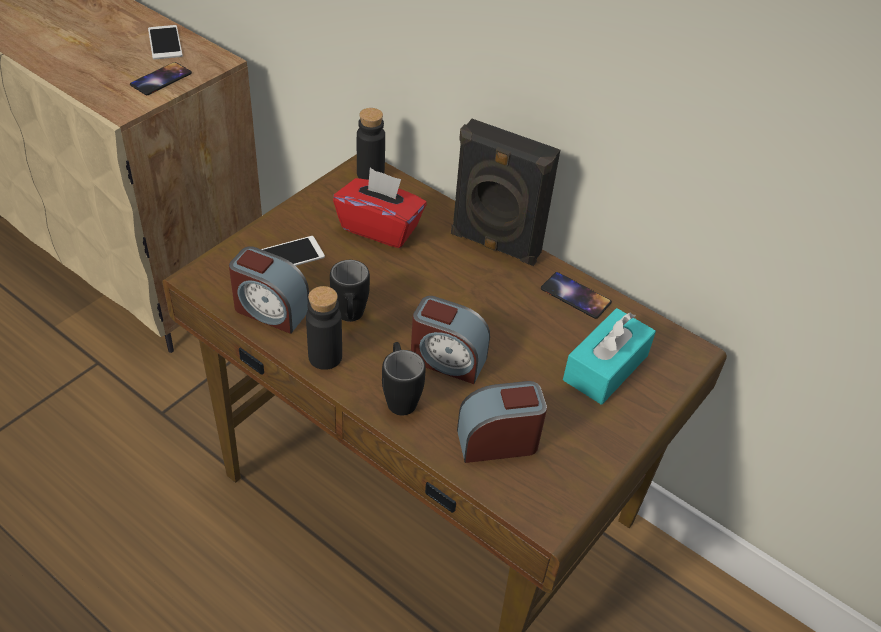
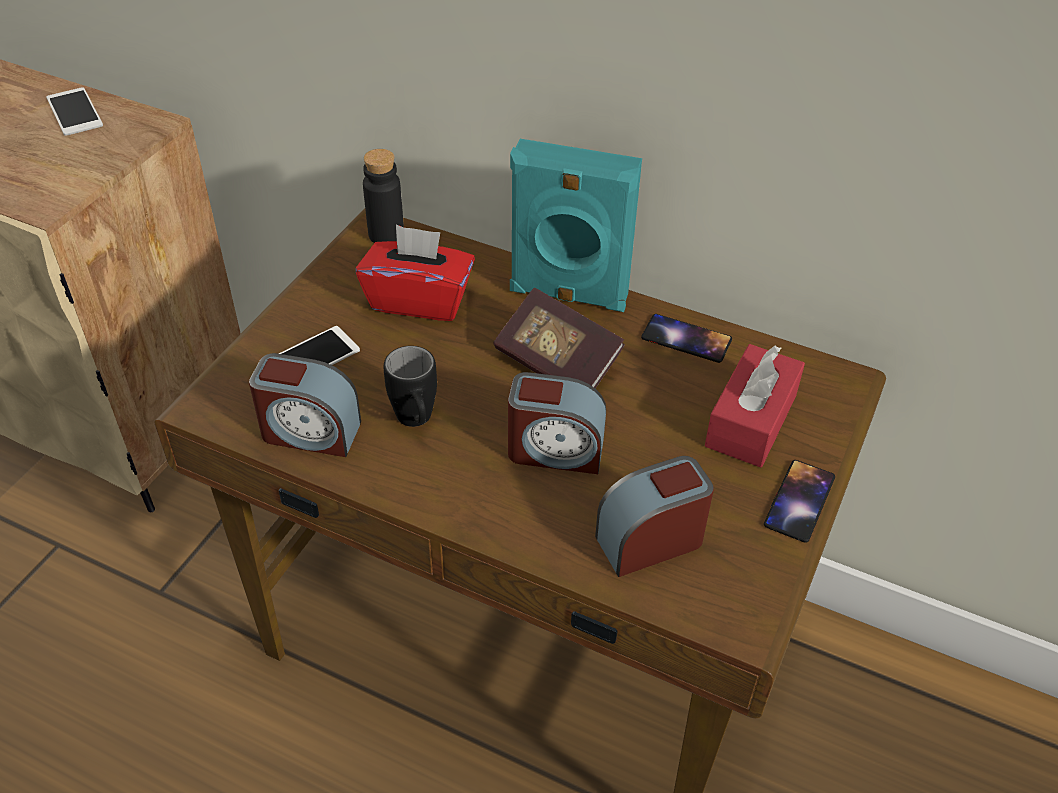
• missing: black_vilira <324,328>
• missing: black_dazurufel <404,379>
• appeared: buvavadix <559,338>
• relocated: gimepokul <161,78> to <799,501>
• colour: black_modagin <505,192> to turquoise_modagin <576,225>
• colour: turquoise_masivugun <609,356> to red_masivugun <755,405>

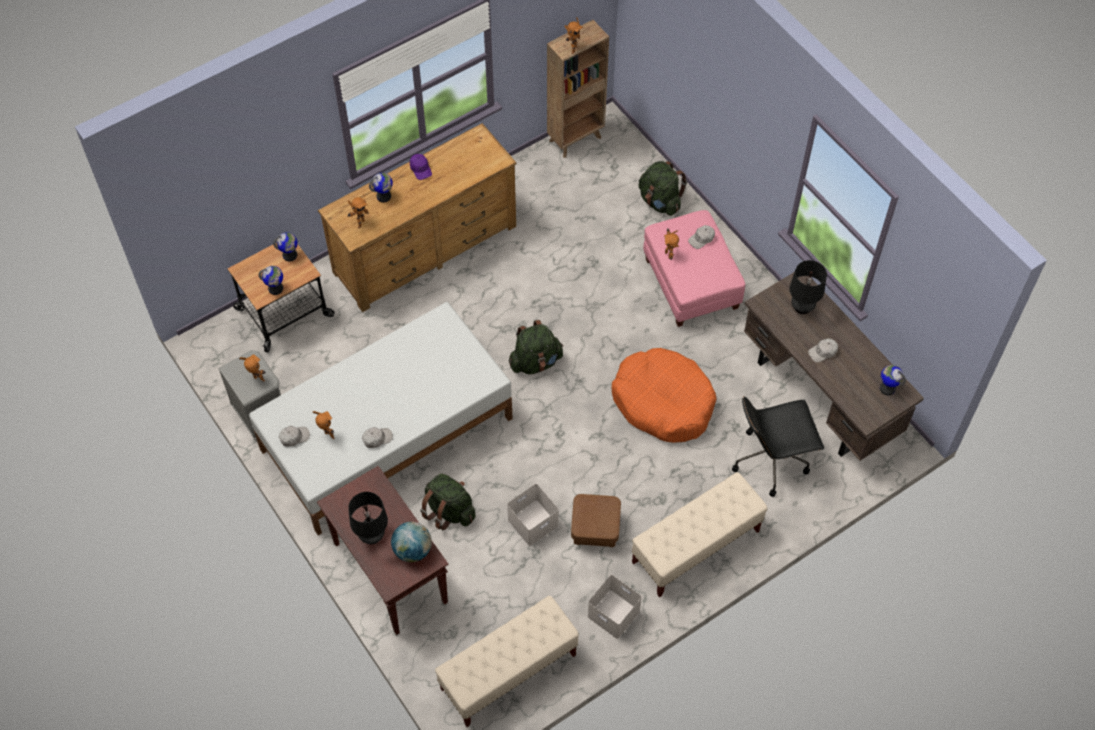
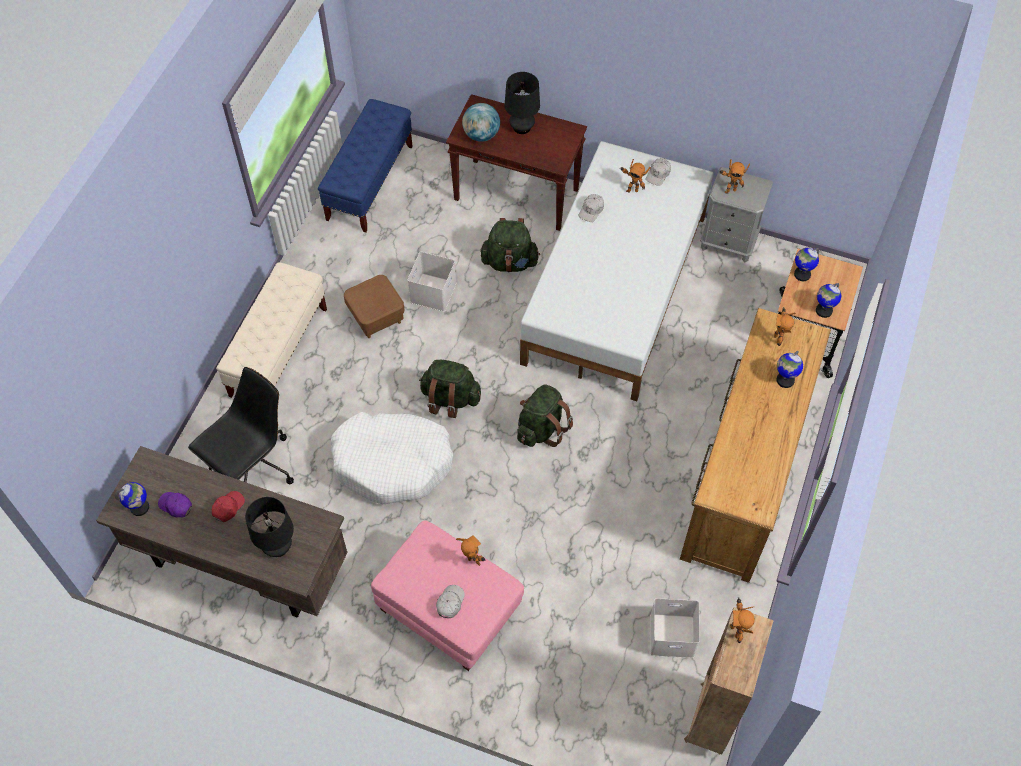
• relocated: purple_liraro <421,167> to <175,504>
• relocated: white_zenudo <614,606> to <675,628>
• relocated: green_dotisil <663,188> to <450,388>
• colour: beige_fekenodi <507,661> to blue_fekenodi <365,166>
• colour: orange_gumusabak <664,395> to white_gumusabak <392,458>
• colour: white_liraro <823,350> to red_liraro <228,506>

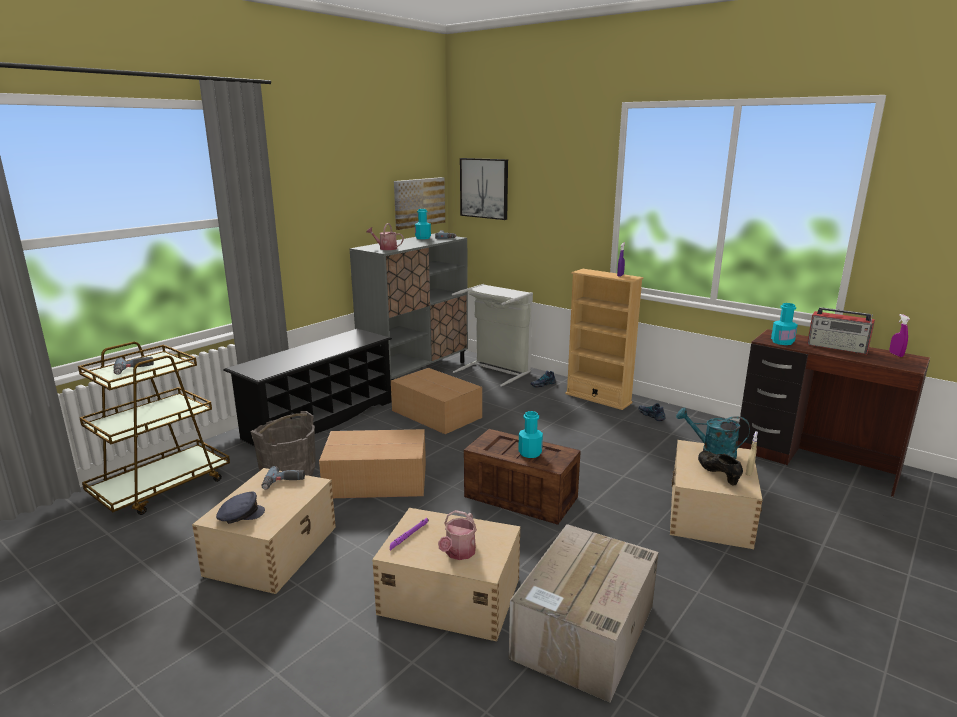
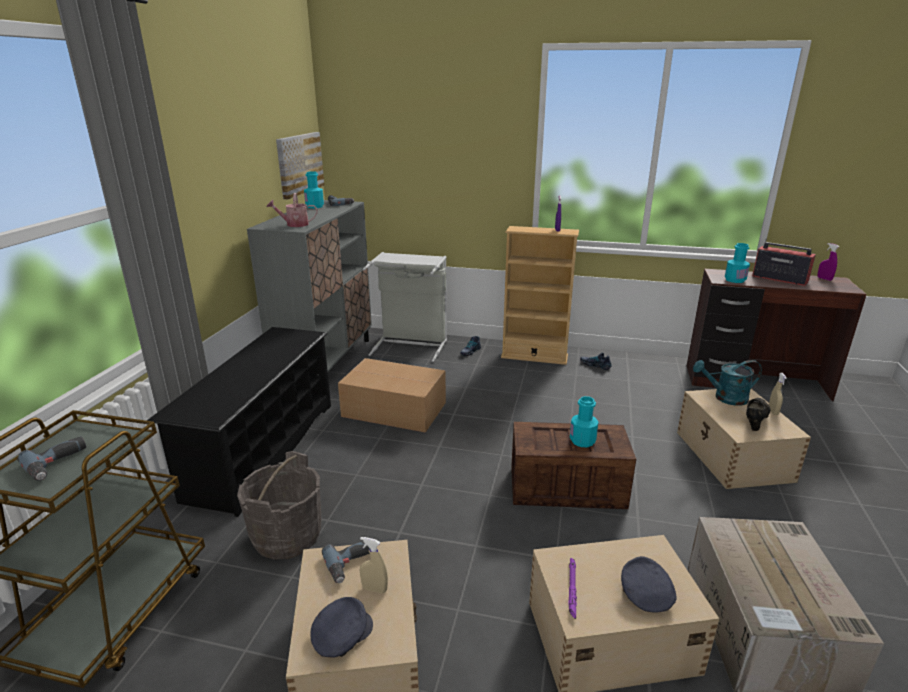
• missing: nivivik <372,463>
• missing: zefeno <484,189>
• appeared: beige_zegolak <374,565>
• exchanged: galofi <457,535> to grey_liraro <648,584>
• spun: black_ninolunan <720,468> = <758,414> 75 degrees clockwise
• spun: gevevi <841,330> = <784,262> 150 degrees counterclockwise

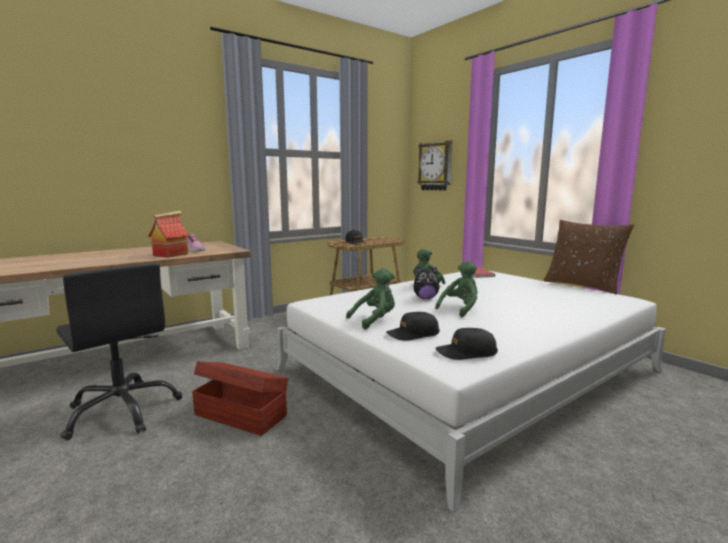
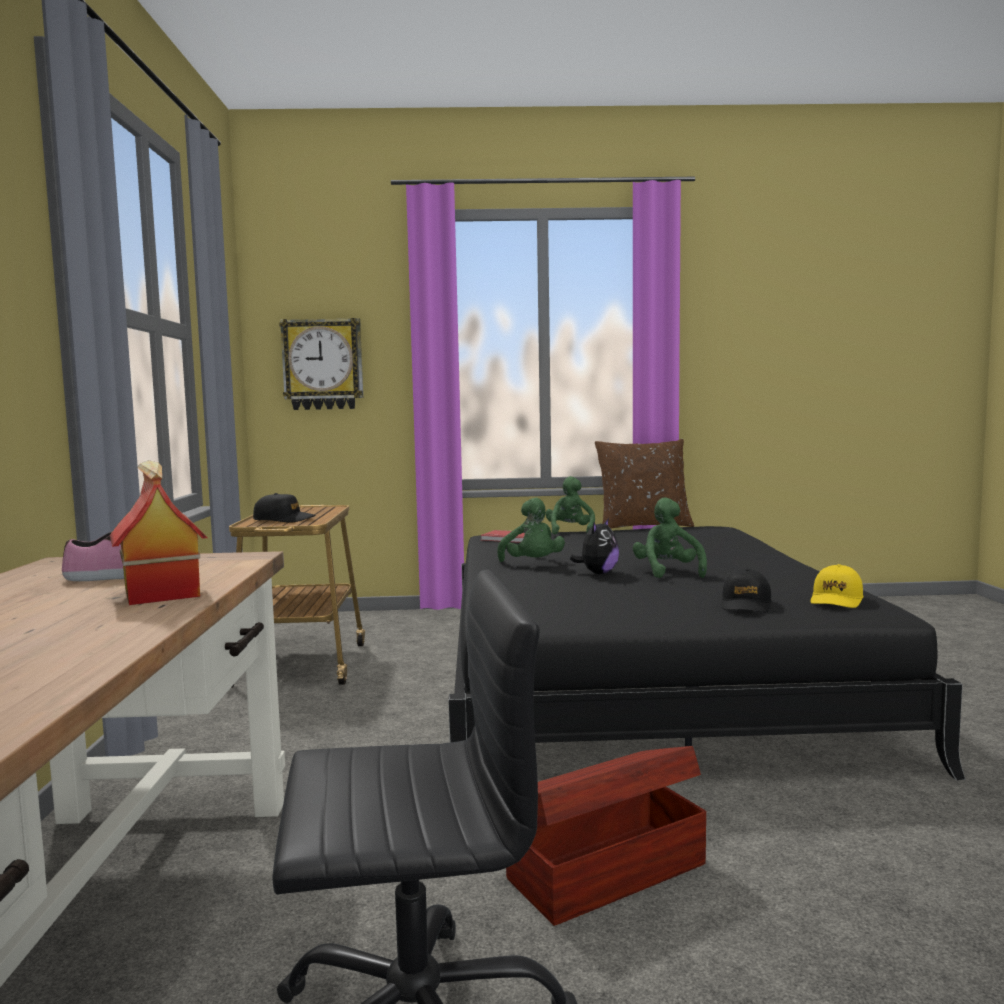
• relocated: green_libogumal <370,299> to <570,505>
• colour: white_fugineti <471,392> to black_fugineti <707,653>
• colour: black_liraro <467,344> to yellow_liraro <837,586>

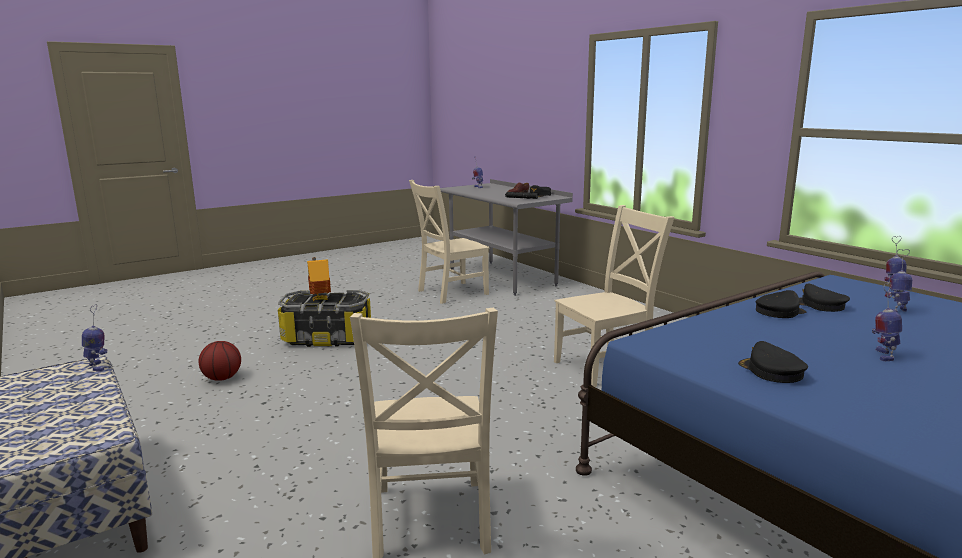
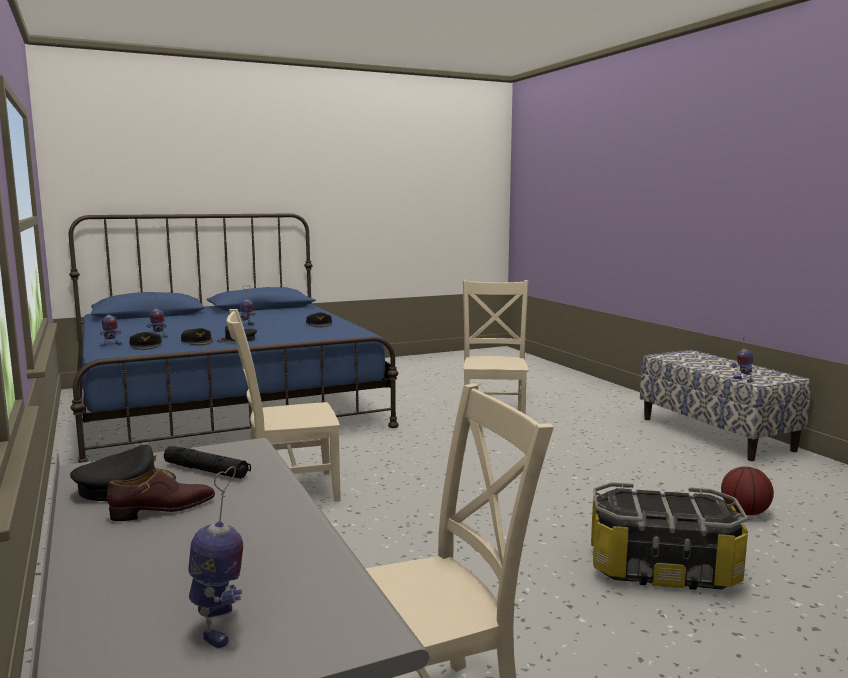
• missing: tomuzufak <319,279>
• appeared: black_liraro <145,341>

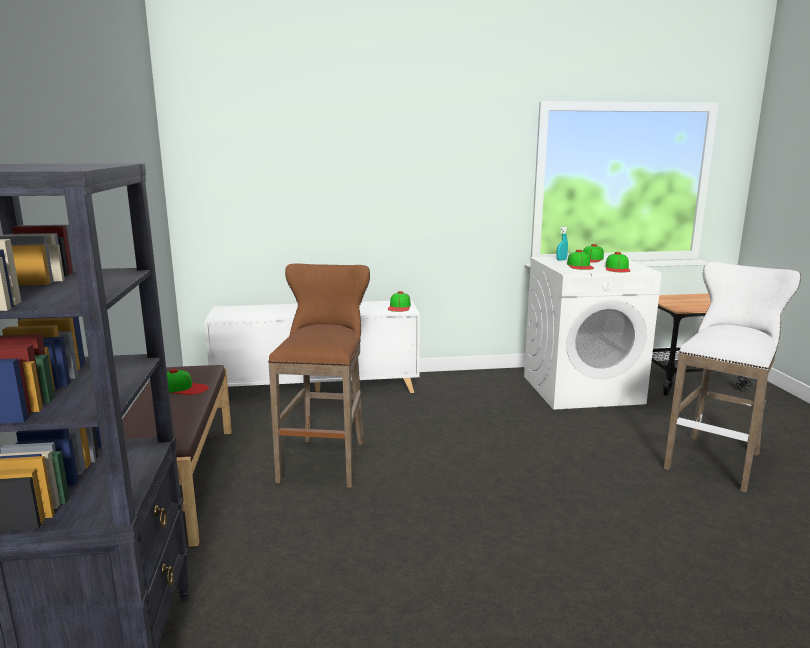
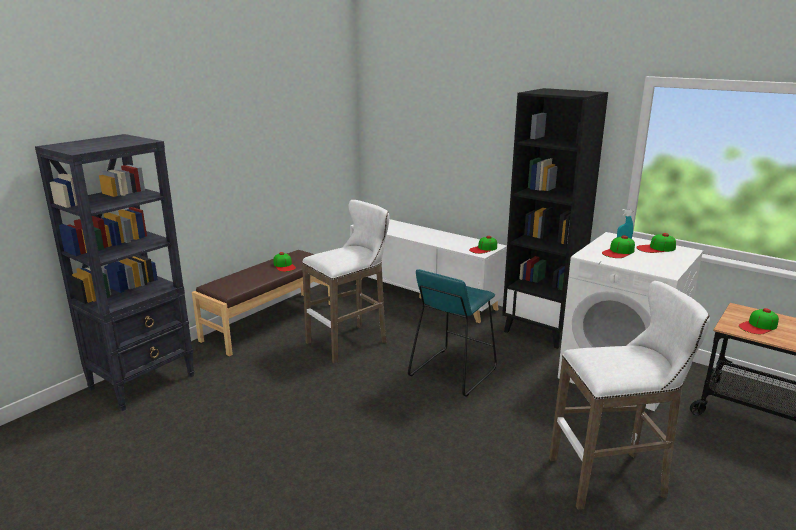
• appeared: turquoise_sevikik <452,333>
• appeared: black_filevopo <555,218>
• relocated: liraro <617,262> to <759,321>
• colour: brown_sevikik <319,376> to white_sevikik <345,281>

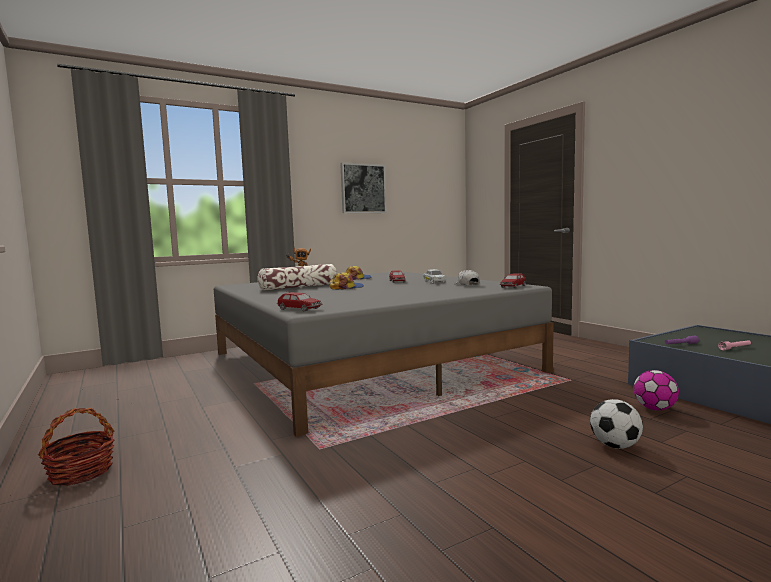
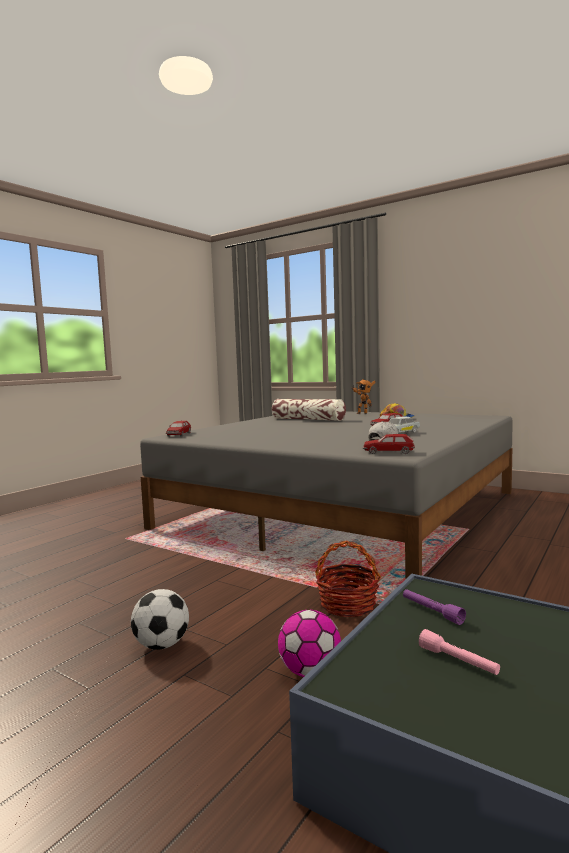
• missing: liraro <347,281>
• missing: zefeno <363,187>
• relocated: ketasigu <76,446> to <348,578>

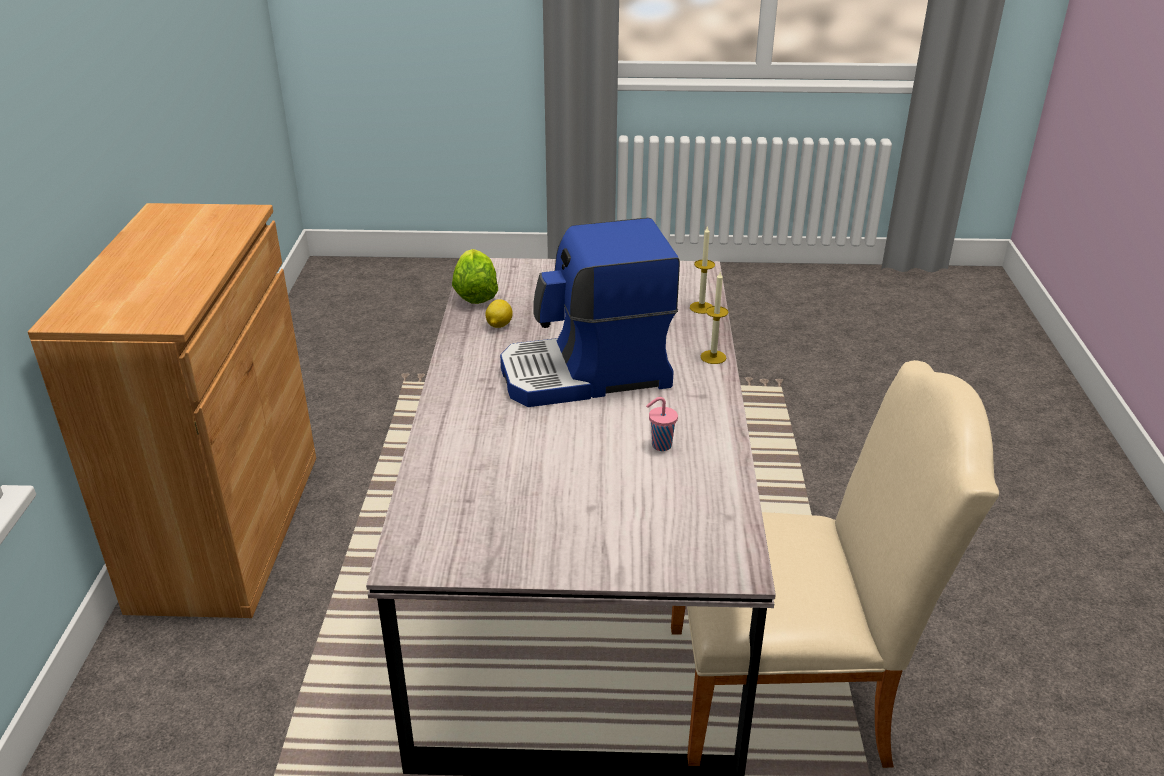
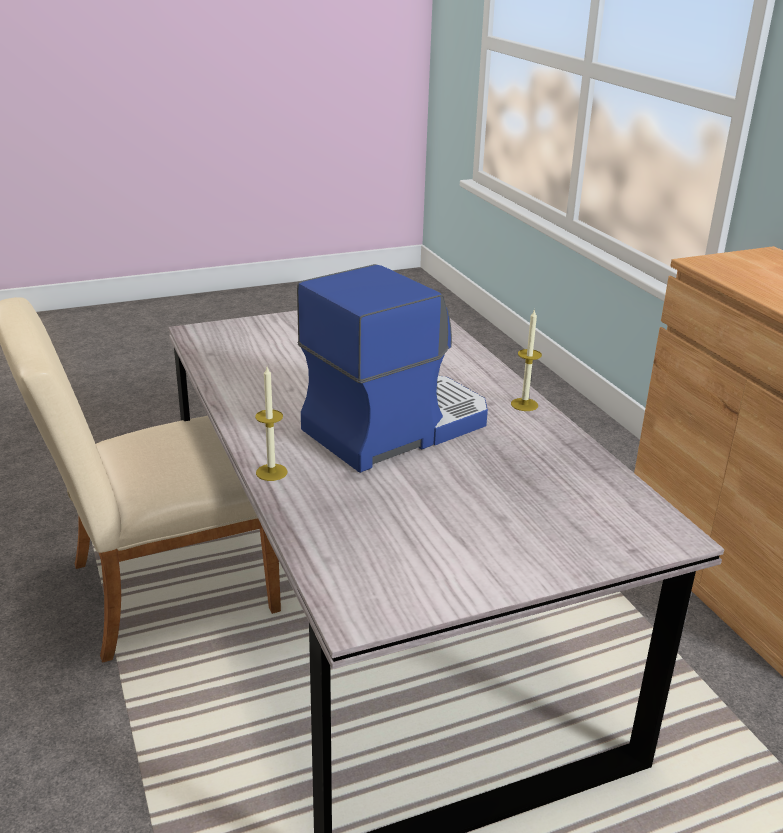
• missing: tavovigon <475,276>
• missing: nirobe <499,313>
• missing: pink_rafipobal <662,424>
• relocated: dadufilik <702,269> to <526,360>

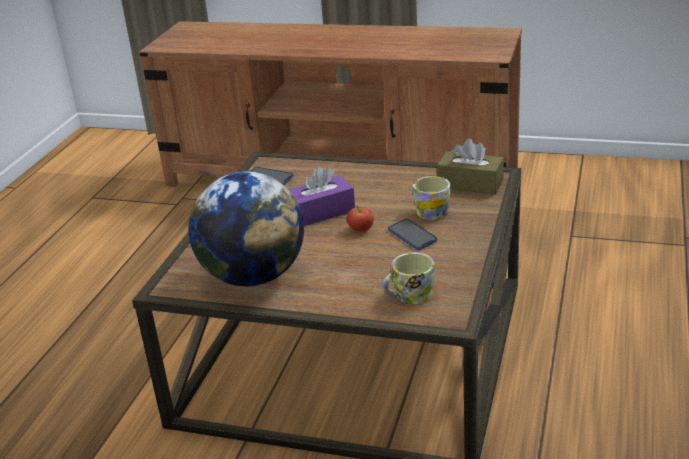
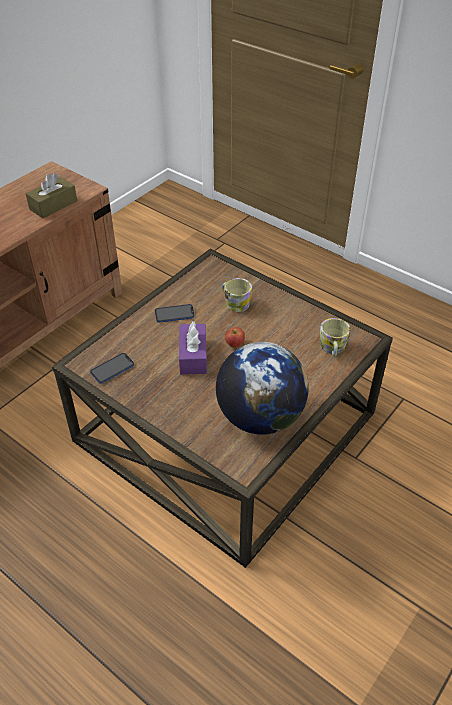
• relocated: gimepokul <412,234> to <175,313>
• relocated: brown_masivugun <470,167> to <51,195>

